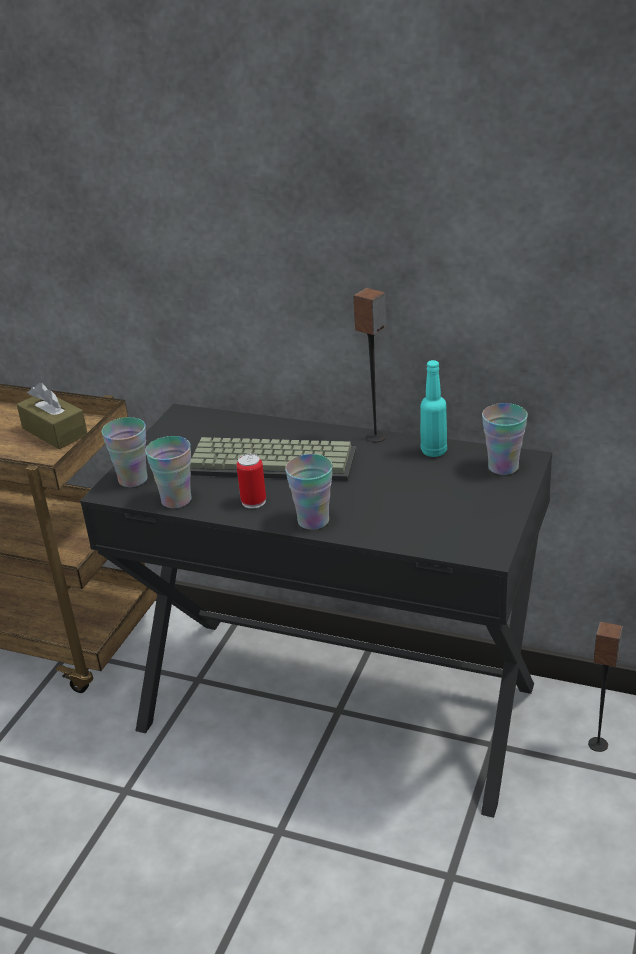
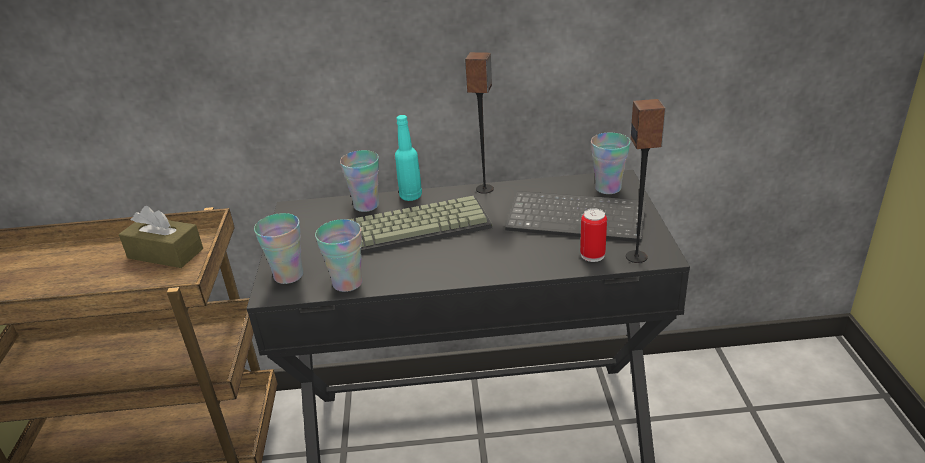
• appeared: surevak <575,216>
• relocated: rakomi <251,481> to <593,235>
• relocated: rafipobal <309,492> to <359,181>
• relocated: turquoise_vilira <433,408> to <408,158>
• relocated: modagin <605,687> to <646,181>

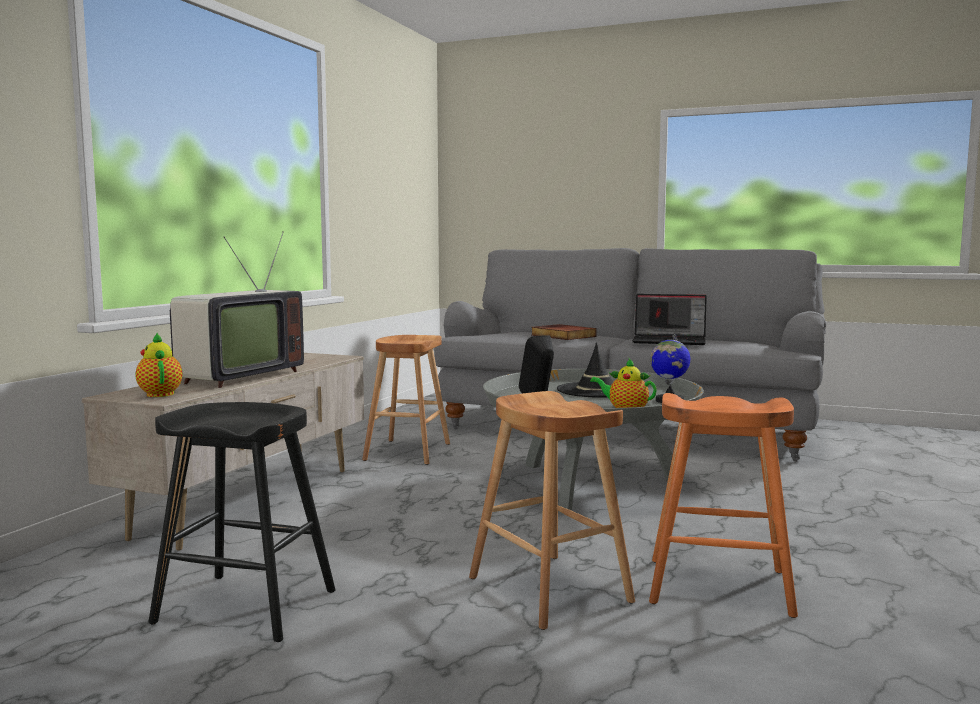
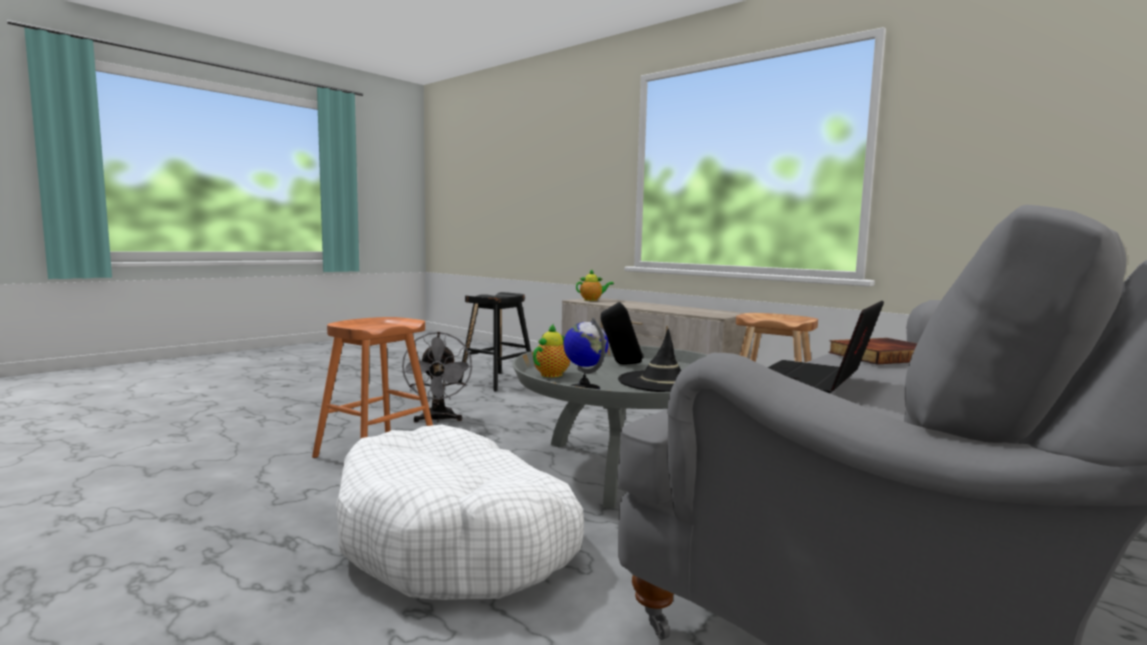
• missing: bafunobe <237,309>
• appeared: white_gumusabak <460,512>
• exchanged: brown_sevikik <552,510> to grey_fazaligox <436,377>

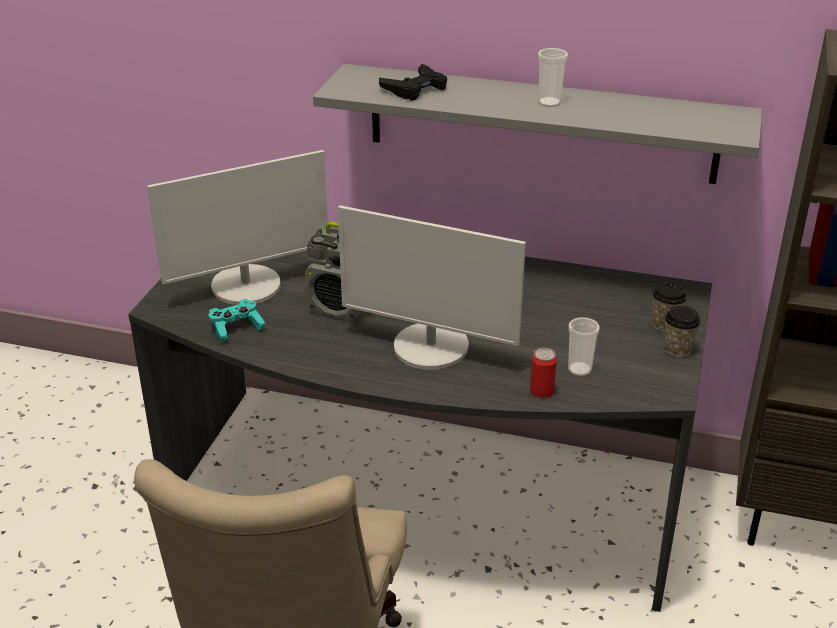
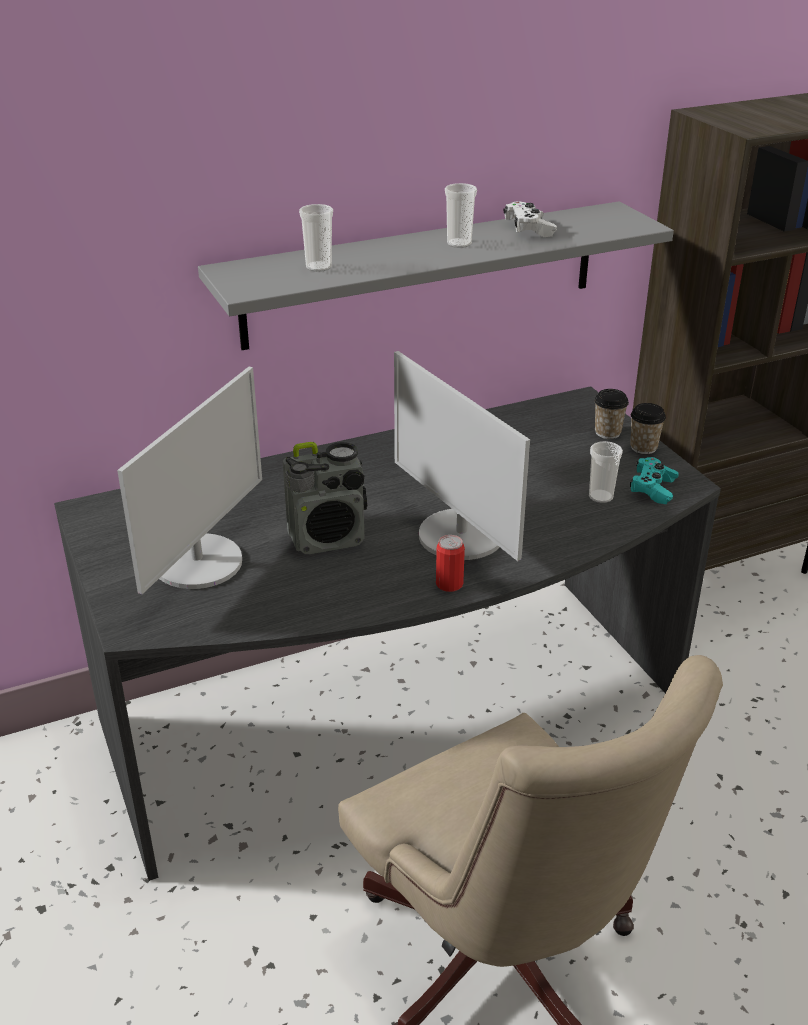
• appeared: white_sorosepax <530,219>
• relocated: turquoise_sorosepax <237,320> to <654,480>
• relocated: rakomi <543,373> to <450,563>
• exchanged: black_sorosepax <413,82> to rafipobal <316,238>
• spun: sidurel <432,287> = <462,456> 75 degrees clockwise

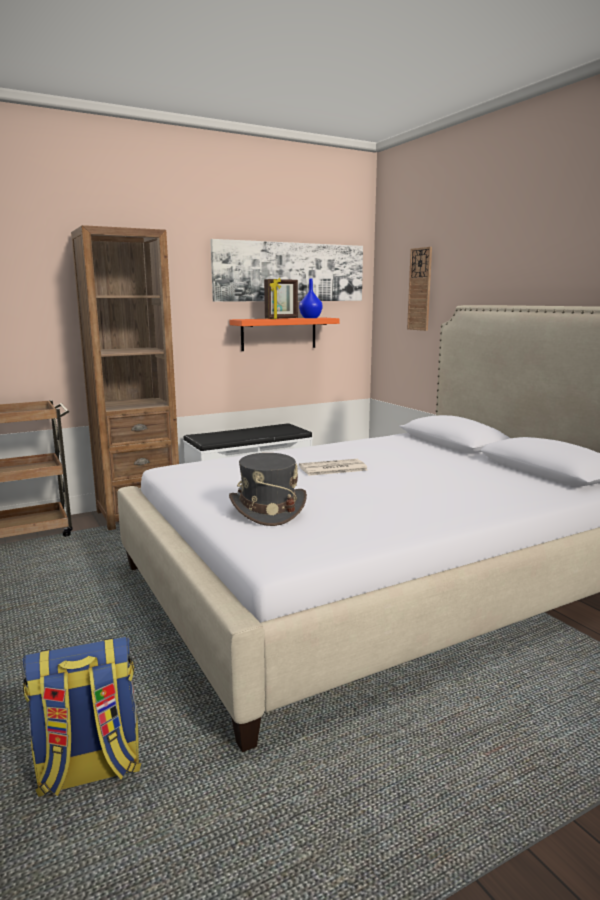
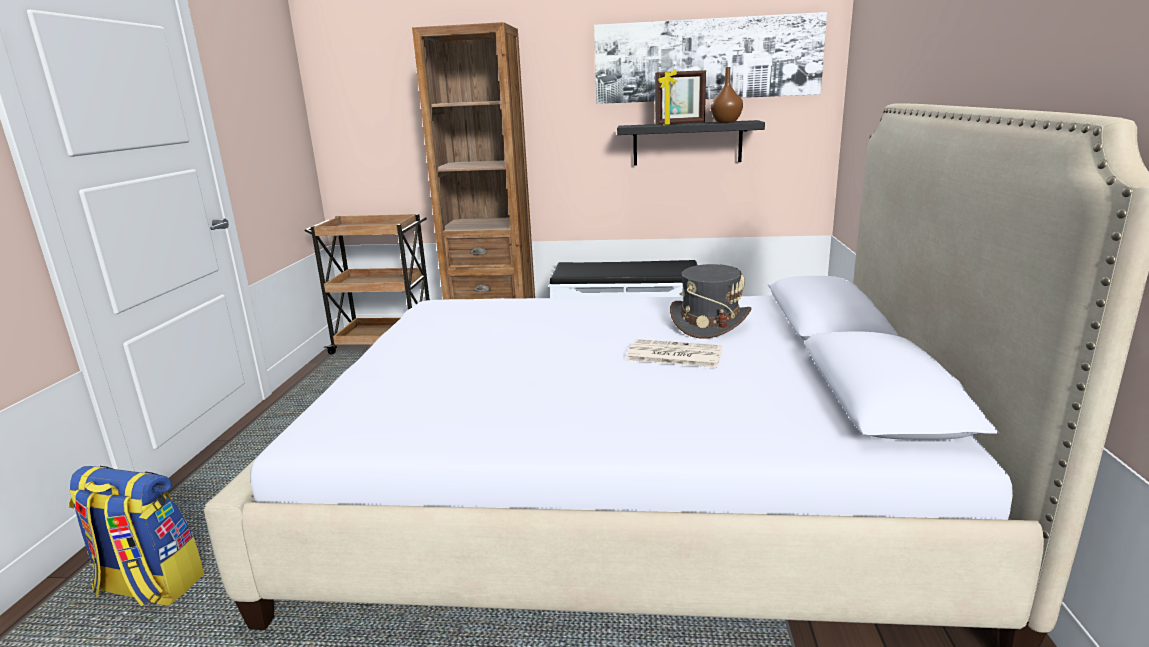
• missing: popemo <419,289>
• relocated: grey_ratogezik <268,489> to <711,301>
• relocated: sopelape <333,467> to <674,353>
• colour: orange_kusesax <285,334> to black_kusesax <691,143>
• colour: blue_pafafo <311,298> to brown_pafafo <727,95>

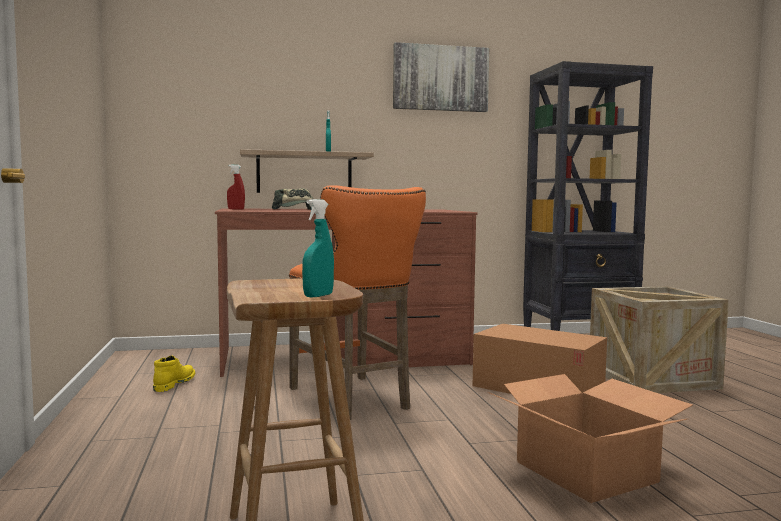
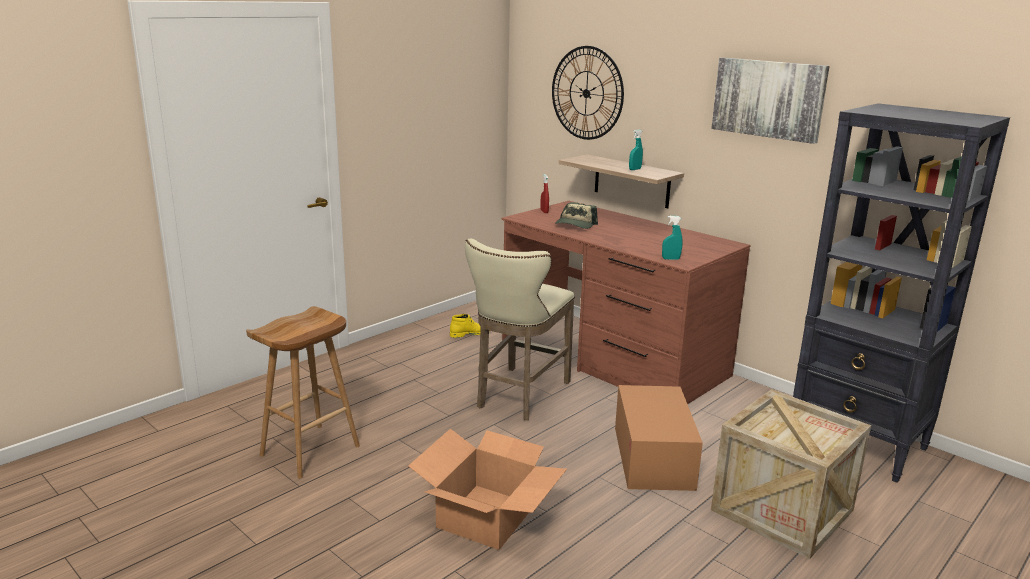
• appeared: popemo <588,93>
• relocated: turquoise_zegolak <318,248> to <672,238>
• colour: orange_sevikik <357,302> to beige_sevikik <520,329>

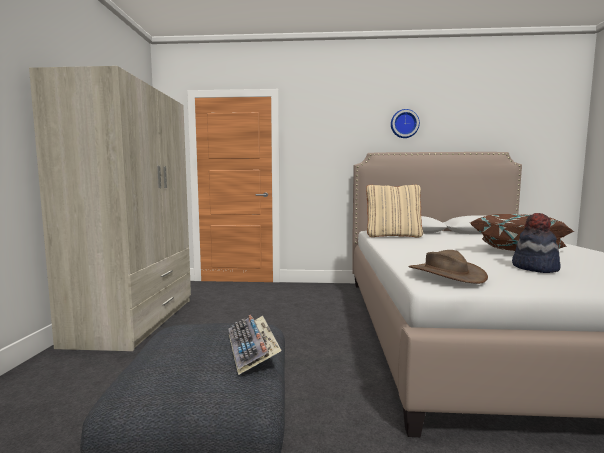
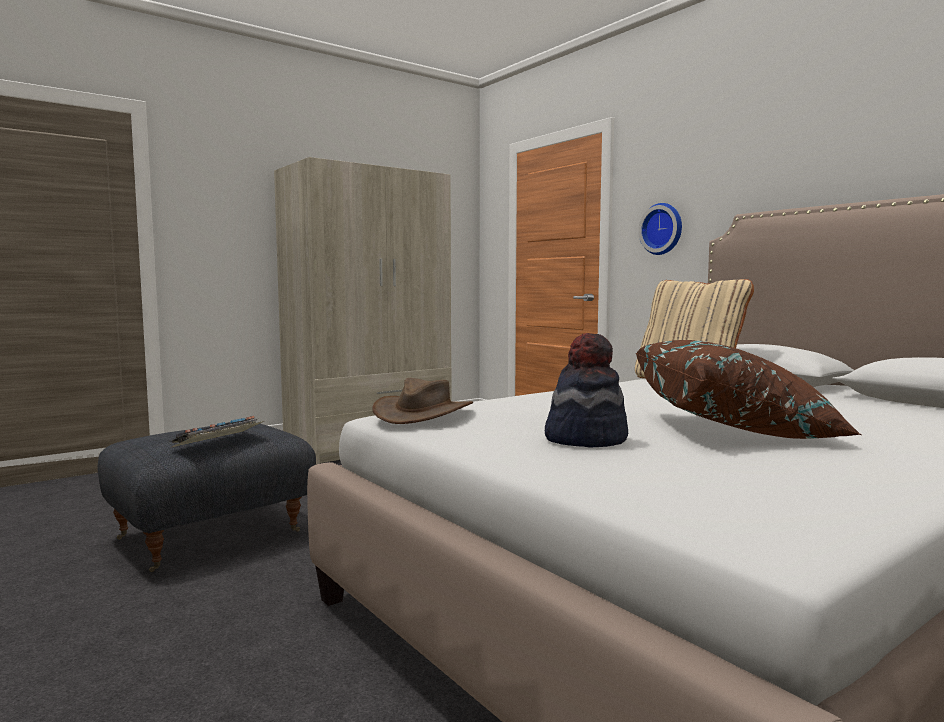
• relocated: popemo <405,123> to <660,229>

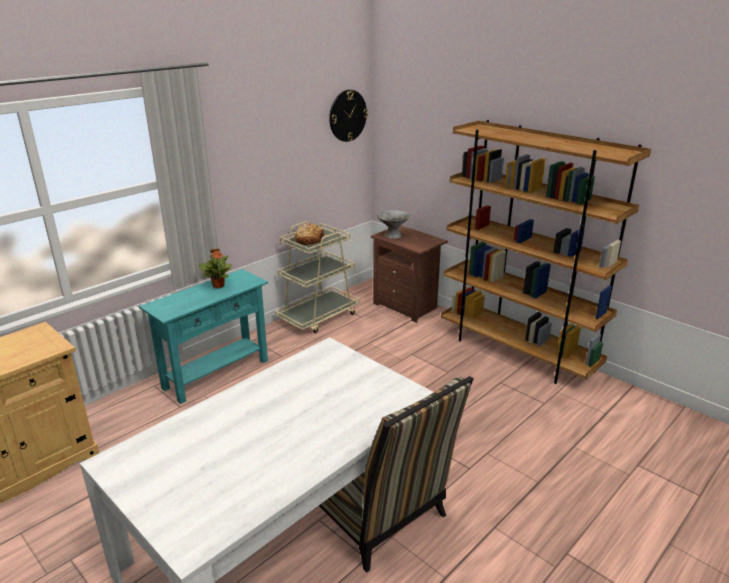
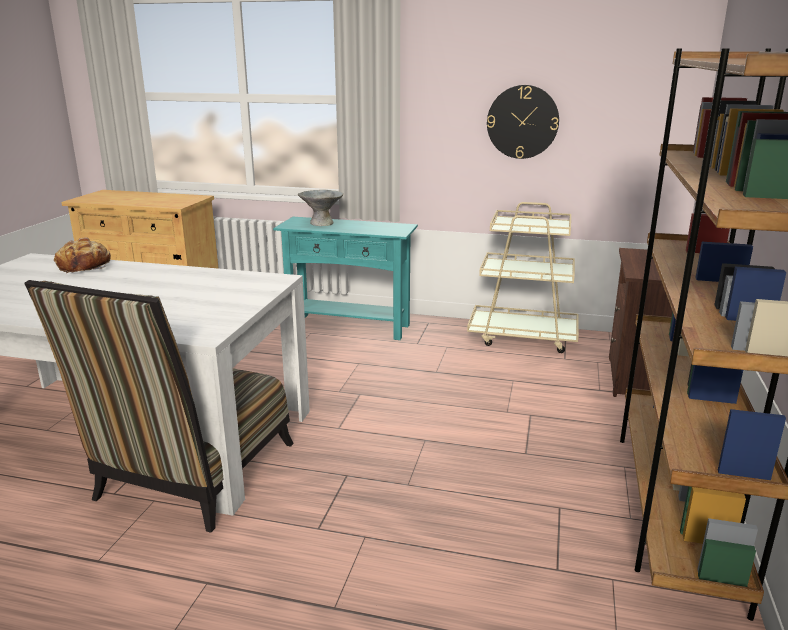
• missing: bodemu <215,268>
• relocated: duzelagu <310,234> to <82,255>
• relocated: popemo <348,116> to <523,122>
• relocated: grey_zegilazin <393,224> to <320,208>

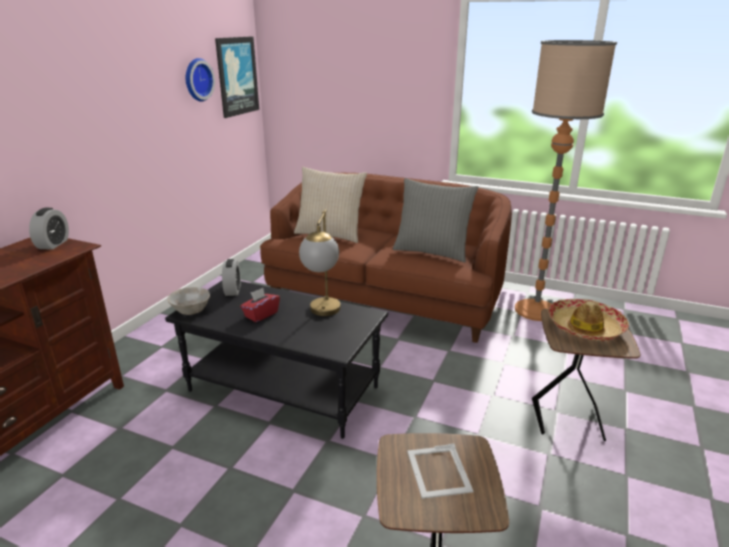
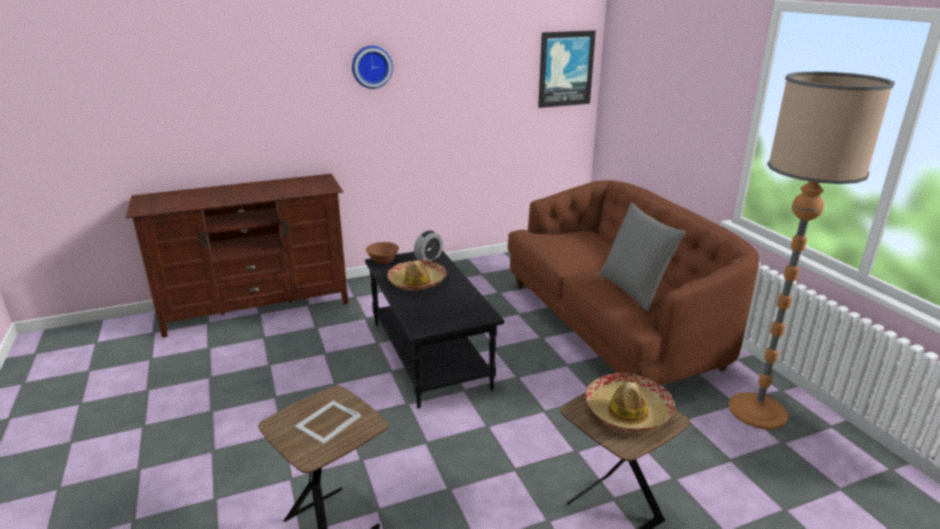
• missing: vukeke <49,229>
• missing: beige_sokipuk <330,205>
• missing: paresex <319,262>
• relocated: popemo <200,80> to <372,67>
• exchanged: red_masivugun <260,305> to ratogezik <417,275>
• colour: grey_zegilazin <188,301> to brown_zegilazin <382,253>

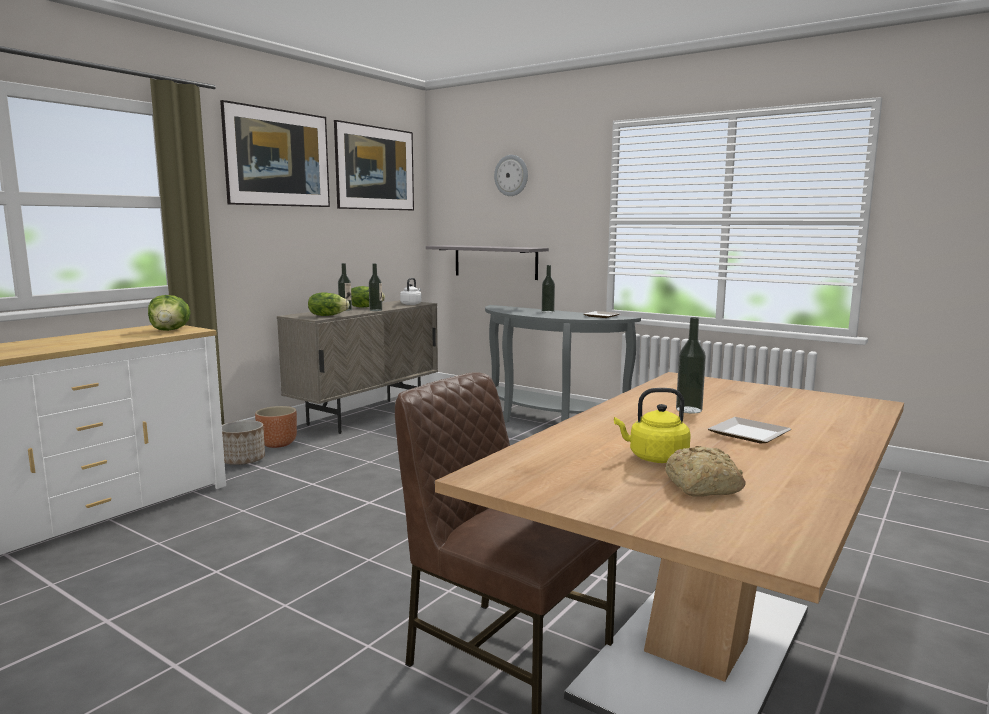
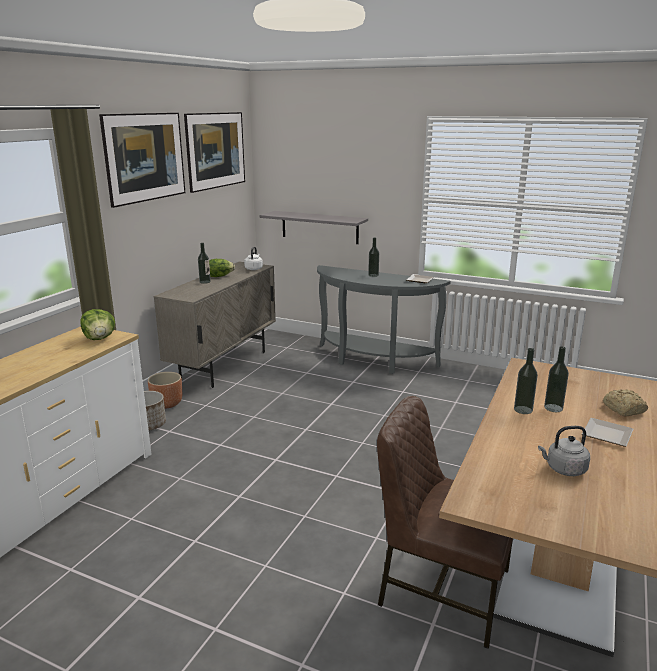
• missing: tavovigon <329,304>
• missing: popemo <511,175>
• relocated: vilira <375,287> to <526,381>
• relocated: duzelagu <705,471> to <625,402>
• colour: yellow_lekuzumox <652,425> to grey_lekuzumox <564,451>

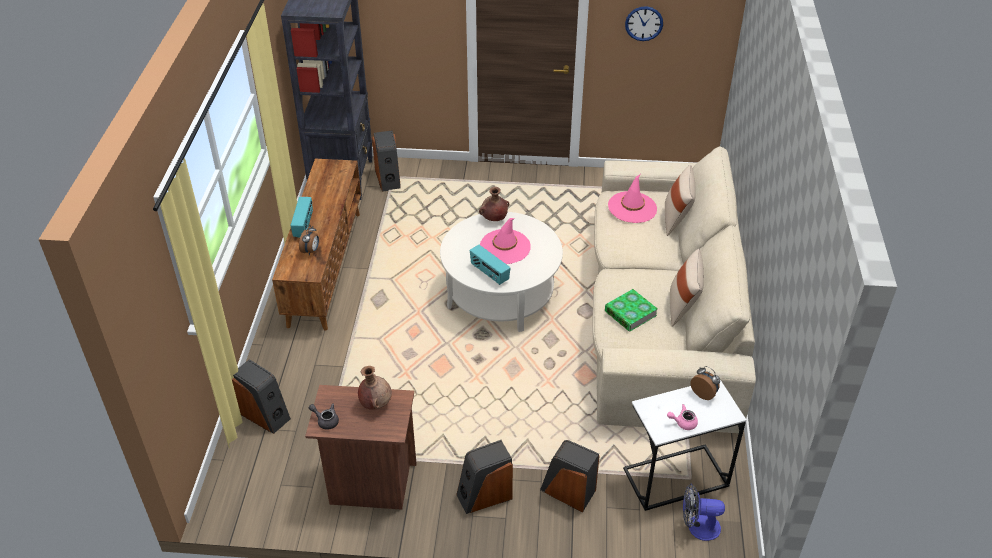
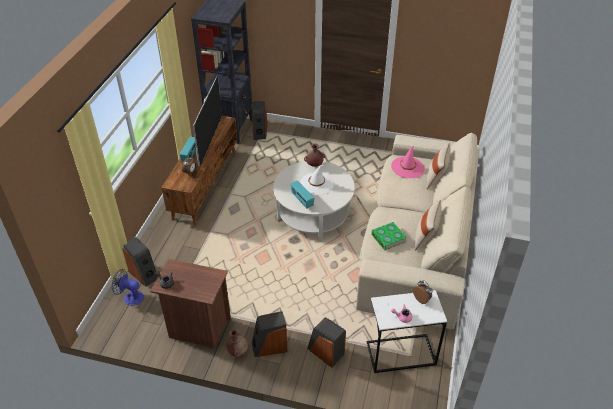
• missing: popemo <644,23>
• appeared: bafunobe <207,121>
• relocated: brown_pafafo <375,387> to <237,343>
• relocated: fazaligox <704,512> to <128,287>
• colour: pink_ratogezik <505,241> to white_ratogezik <317,180>

